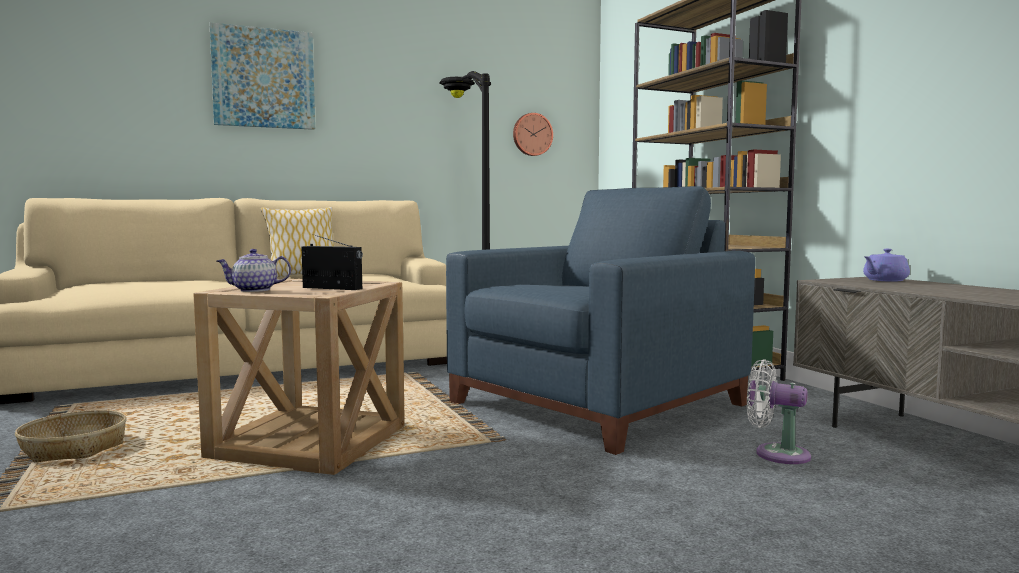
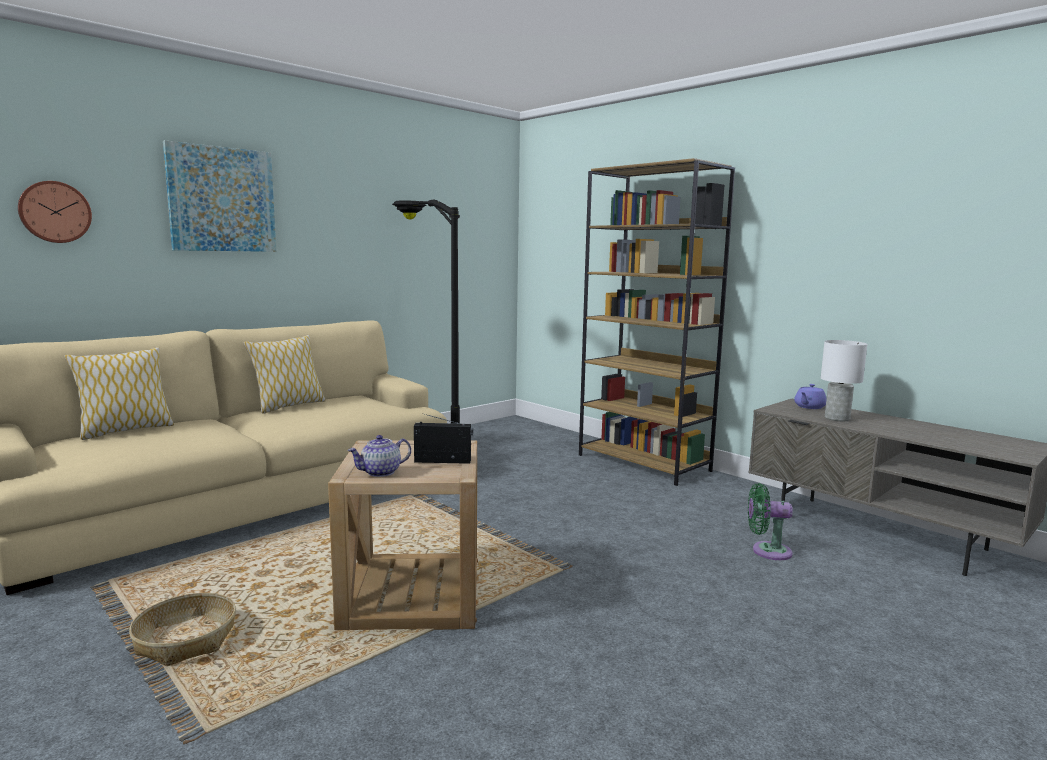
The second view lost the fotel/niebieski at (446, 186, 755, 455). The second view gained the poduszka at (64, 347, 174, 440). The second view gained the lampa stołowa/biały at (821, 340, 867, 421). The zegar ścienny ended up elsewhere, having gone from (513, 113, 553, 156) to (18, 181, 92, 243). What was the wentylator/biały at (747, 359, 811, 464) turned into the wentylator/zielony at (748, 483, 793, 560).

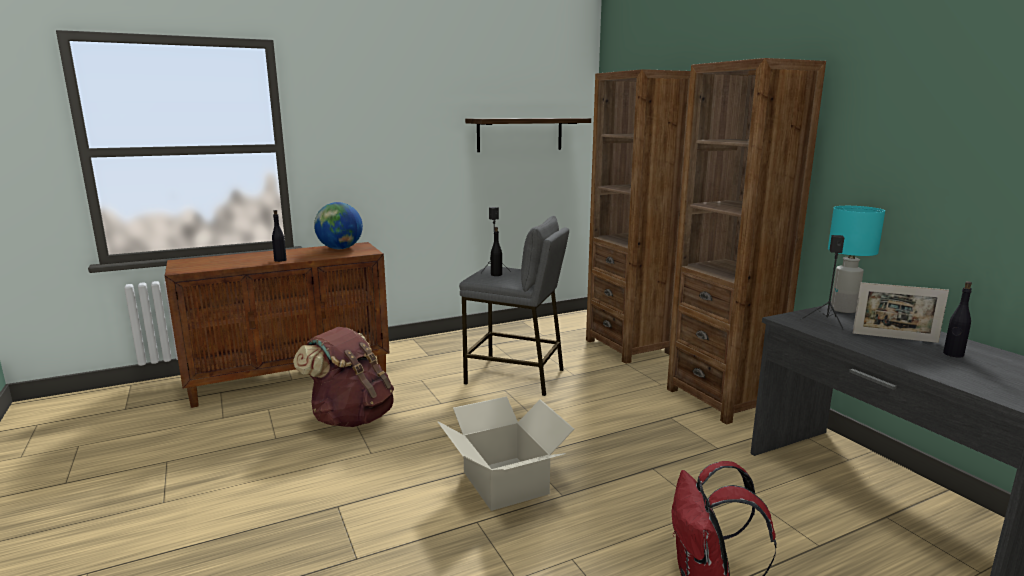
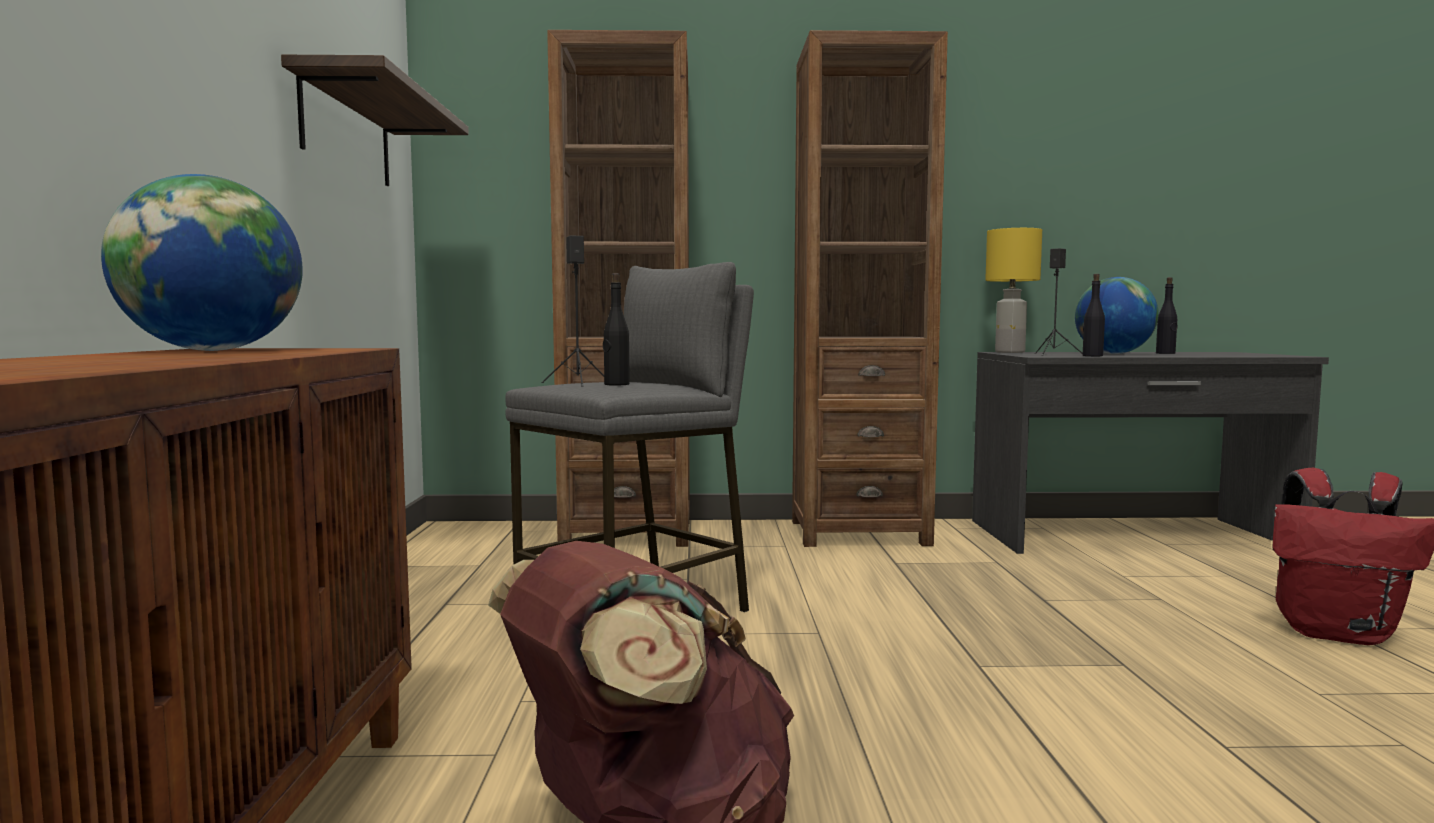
The second view lost the karton at (438, 397, 574, 511). The butelka/czarny ended up elsewhere, having gone from (272, 210, 287, 262) to (1083, 274, 1105, 356). Where the ramka na zdjęcie stood at (853, 282, 949, 343), the globus came to stand at (1075, 277, 1159, 354). What was the lampa stołowa/turkusowy at (828, 206, 885, 313) turned into the lampa stołowa/żółty at (985, 228, 1042, 353).

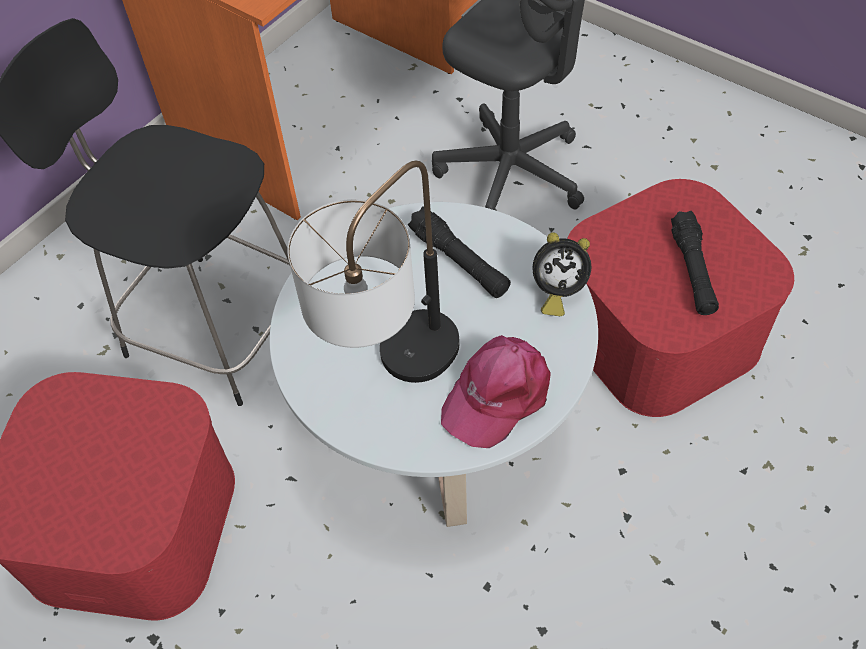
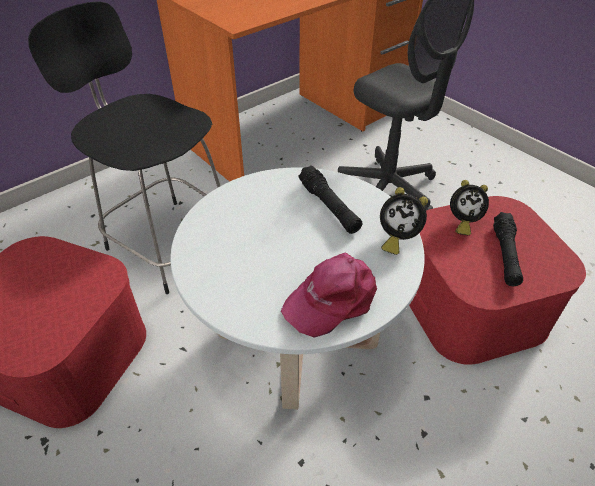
The second view lost the lampa stołowa at (287, 161, 460, 383). The second view gained the budzik at (450, 180, 489, 235).

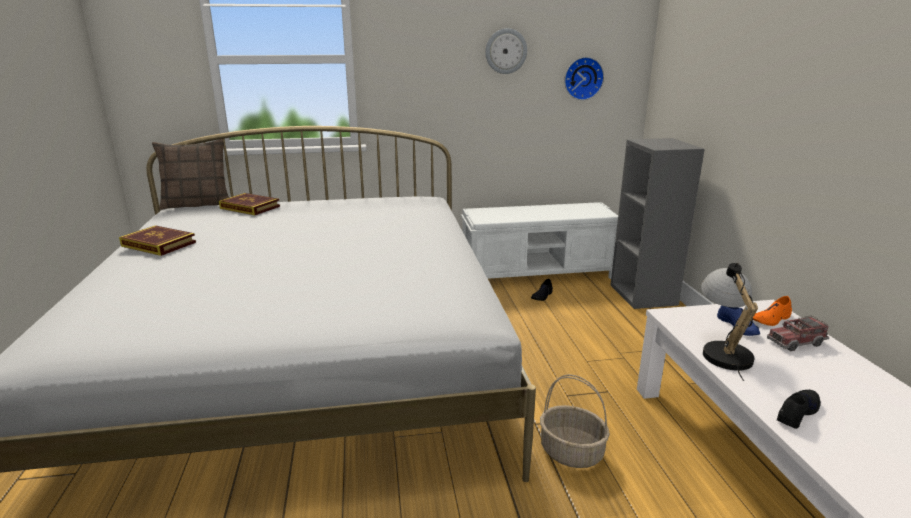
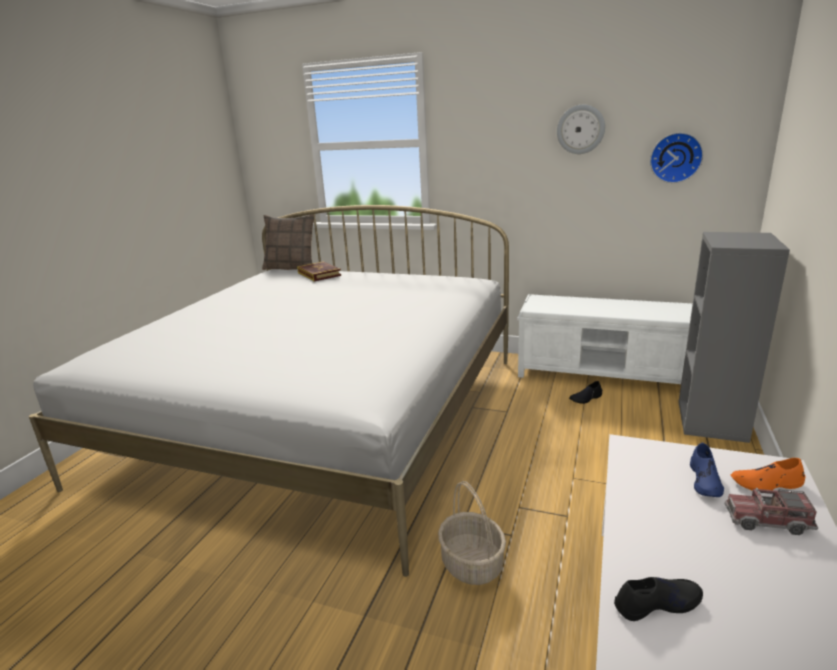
The second view lost the książka at (119, 225, 196, 256). The second view lost the lampa stołowa at (701, 263, 758, 381).

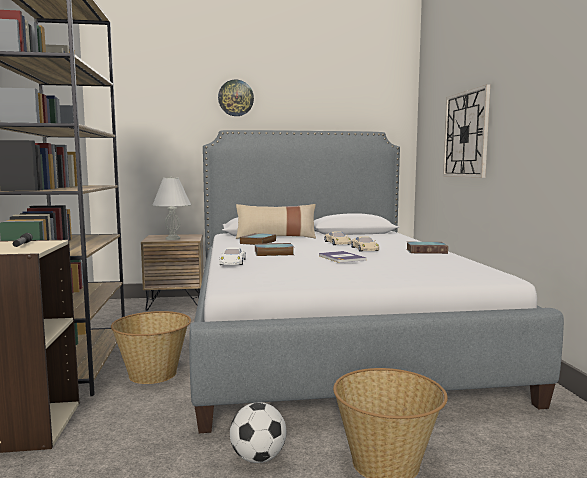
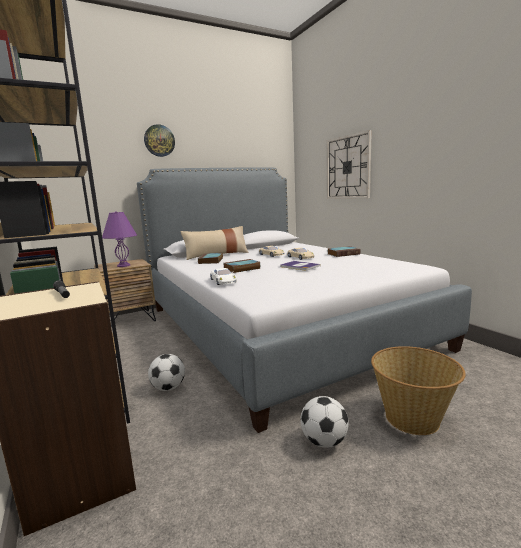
Where the koszyk stood at (111, 311, 191, 384), the piłka futbolowa came to stand at (148, 354, 185, 391). What was the lampa stołowa/biały at (152, 177, 191, 240) turned into the lampa stołowa/fioletowy at (102, 211, 137, 267).

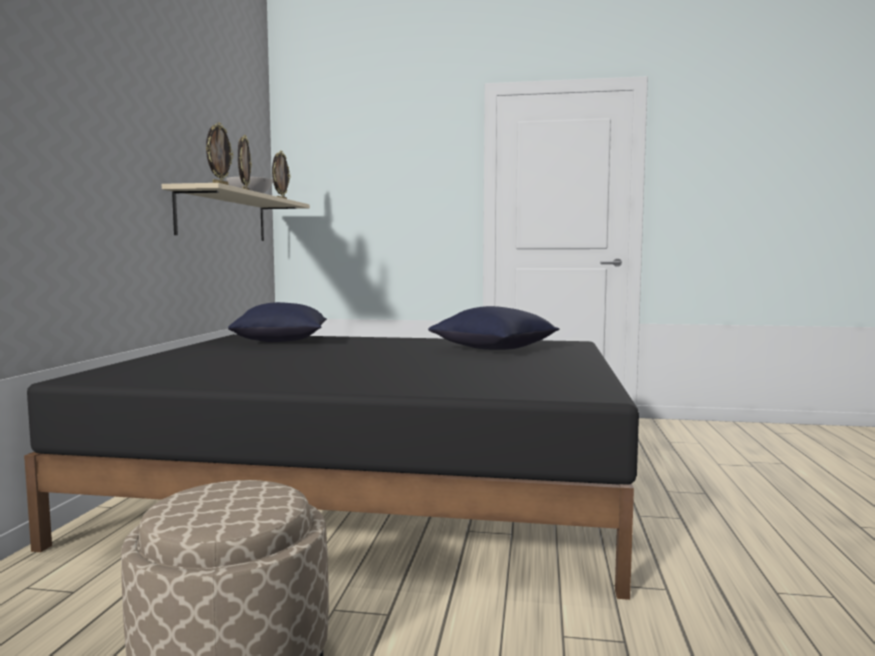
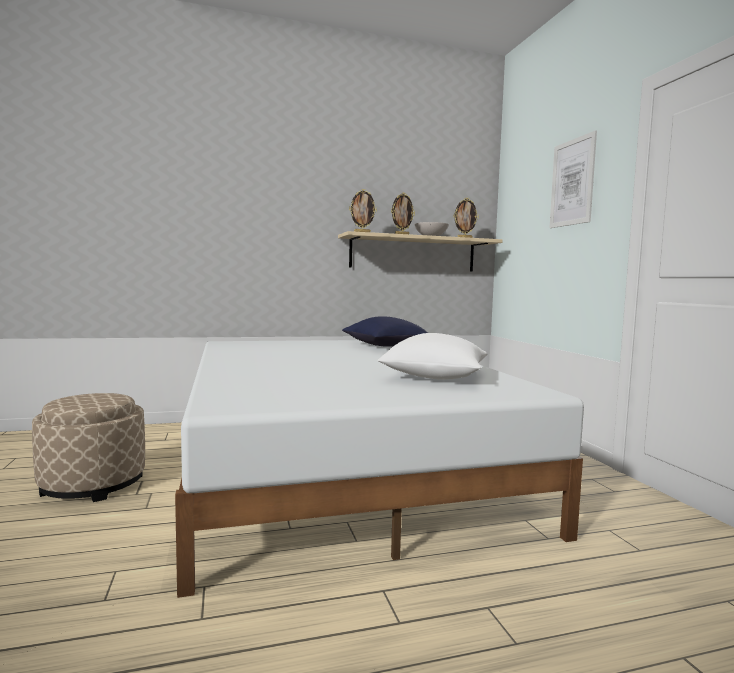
The second view gained the obraz at (550, 130, 597, 228). What was the łóżko/czarny at (24, 334, 639, 600) turned into the łóżko/biały at (175, 340, 584, 598). What was the poduszka/niebieski at (428, 306, 560, 350) turned into the poduszka/biały at (378, 333, 488, 380).

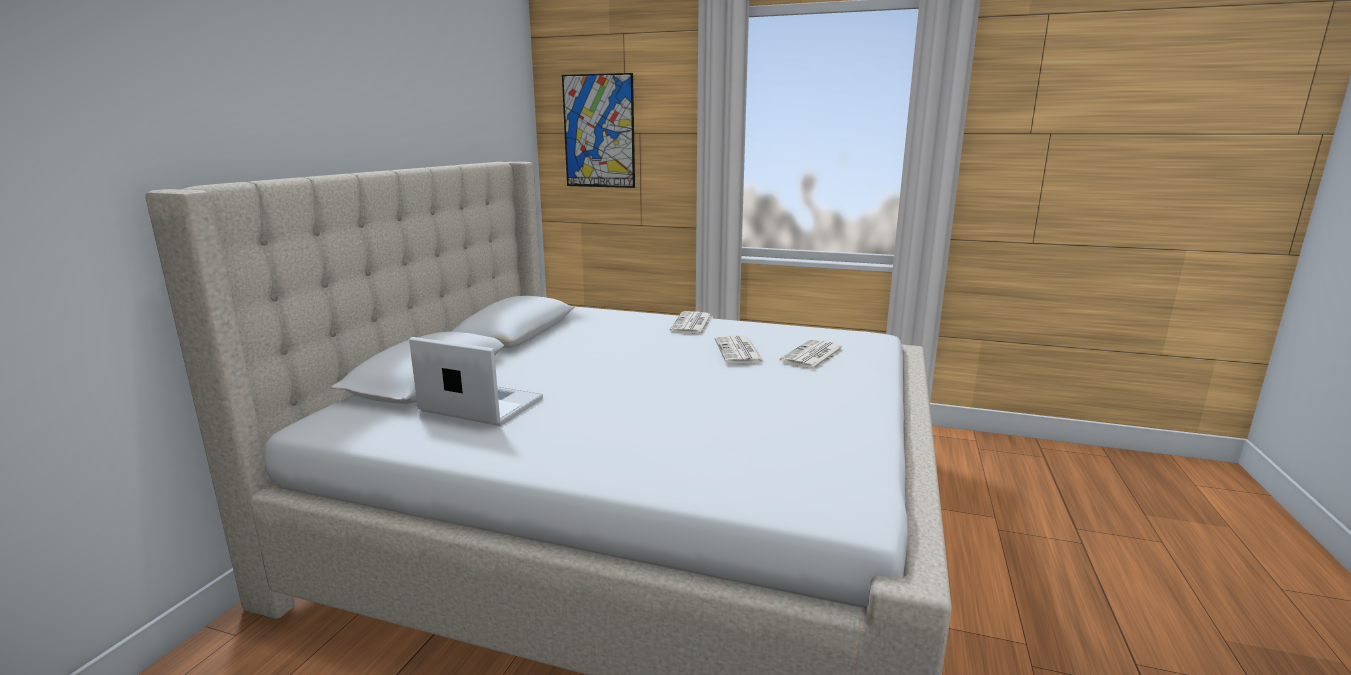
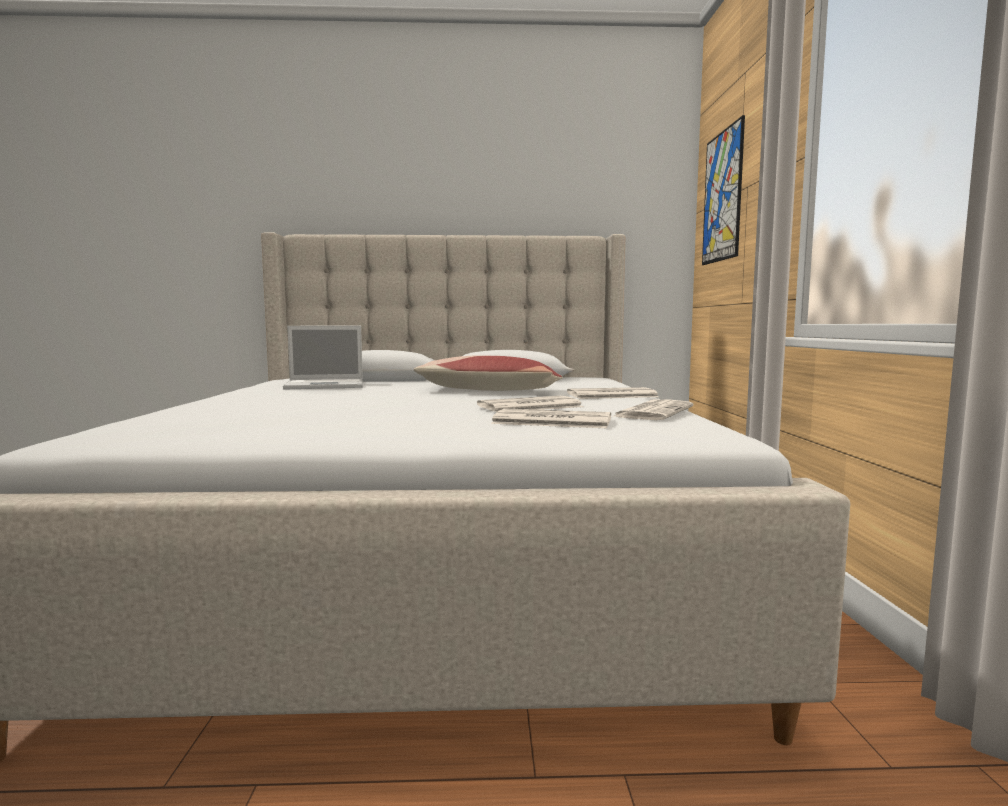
The second view gained the poduszka at (414, 355, 563, 391). The second view gained the gazeta at (612, 399, 693, 420). The laptop at (409, 337, 543, 426) ended up facing another way, 75 degrees clockwise from before.

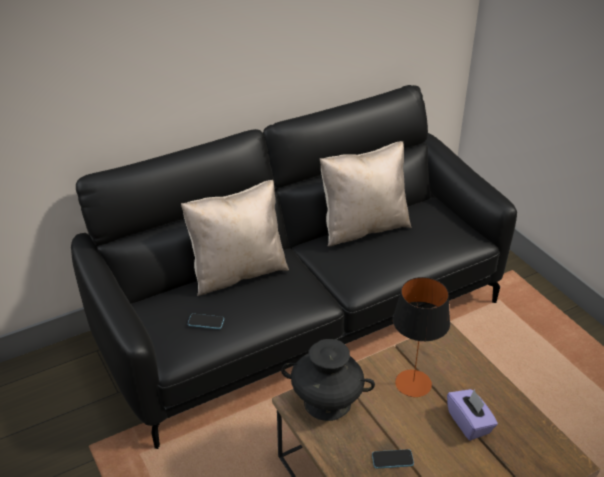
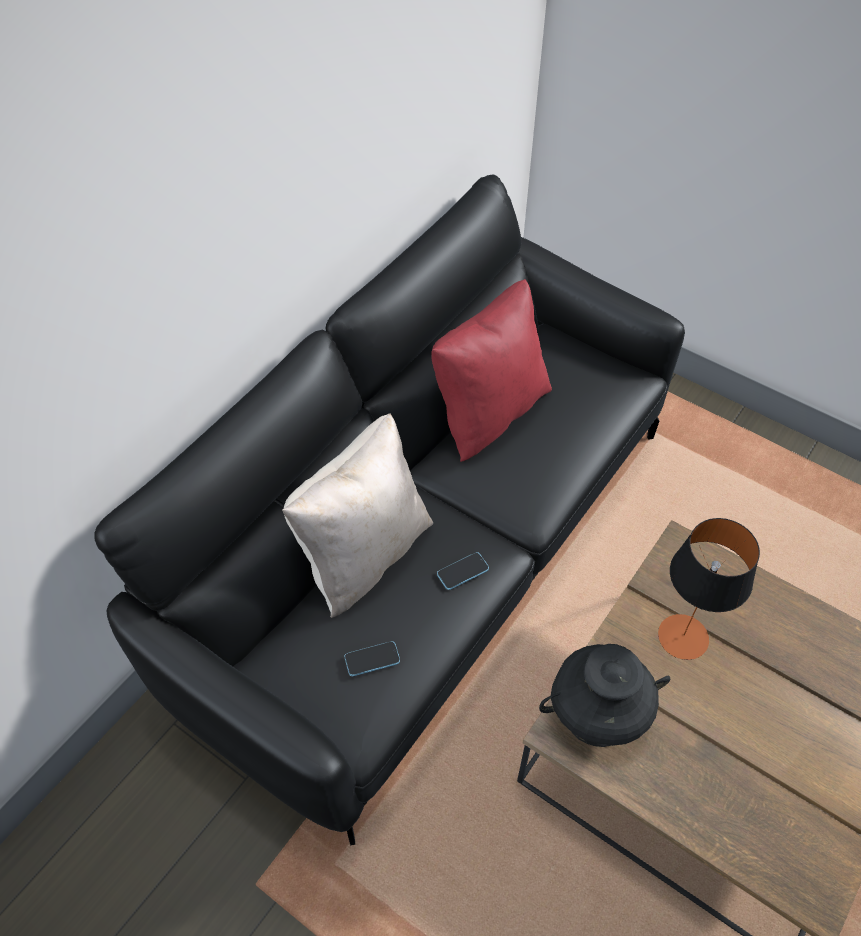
The second view lost the pudełko chusteczek/fioletowy at (447, 389, 498, 441). The telefon ended up elsewhere, having gone from (372, 449, 414, 469) to (437, 552, 489, 590). What was the poduszka/beżowy at (320, 141, 411, 247) turned into the poduszka/czerwony at (431, 279, 552, 462).

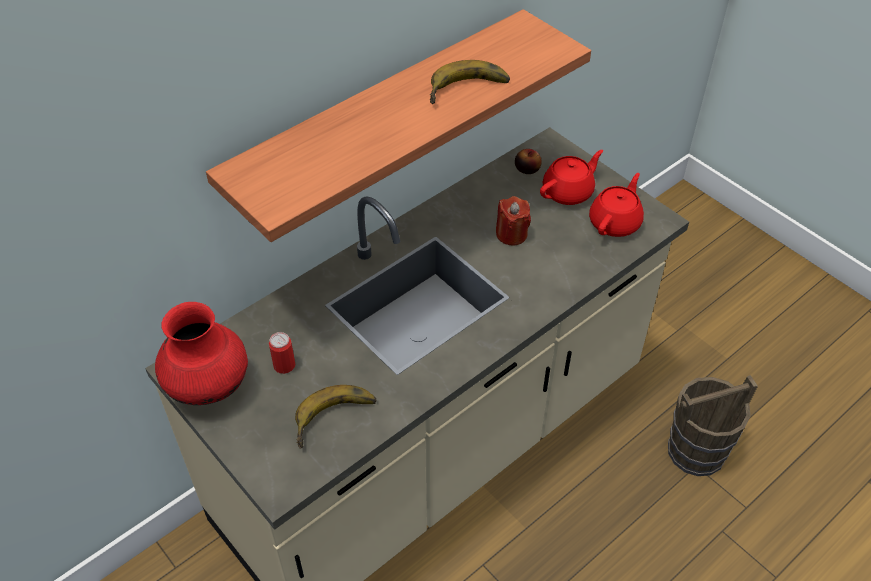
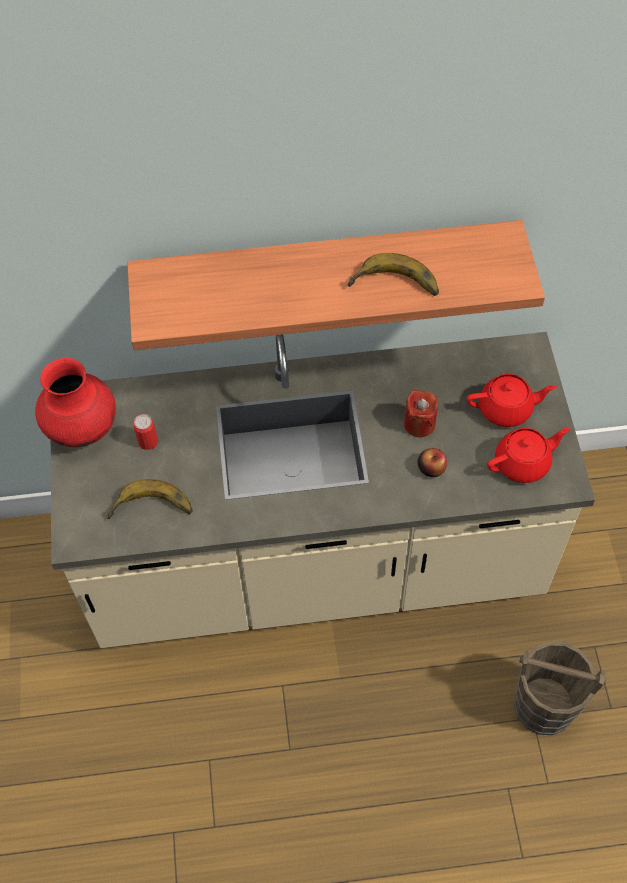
The jabłko ended up elsewhere, having gone from (515, 149, 541, 174) to (417, 448, 447, 477).

